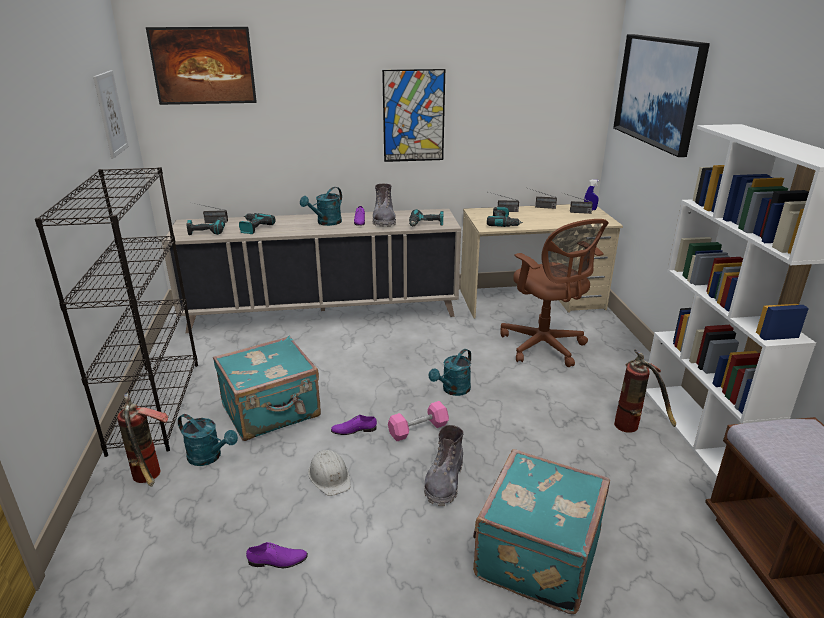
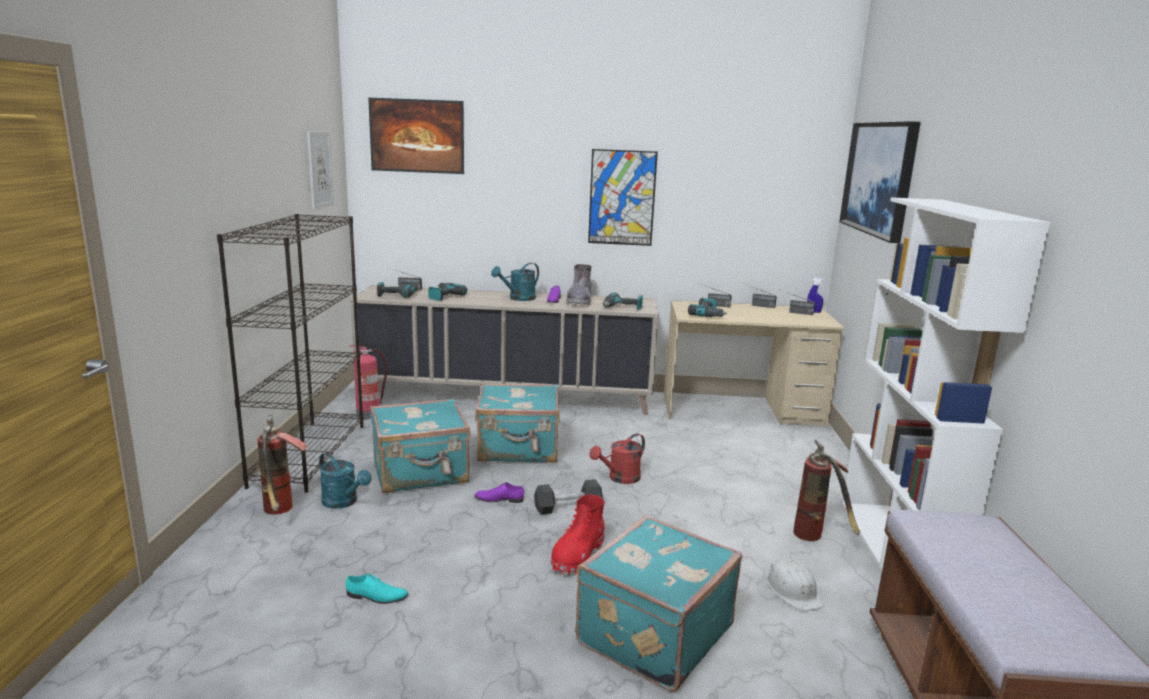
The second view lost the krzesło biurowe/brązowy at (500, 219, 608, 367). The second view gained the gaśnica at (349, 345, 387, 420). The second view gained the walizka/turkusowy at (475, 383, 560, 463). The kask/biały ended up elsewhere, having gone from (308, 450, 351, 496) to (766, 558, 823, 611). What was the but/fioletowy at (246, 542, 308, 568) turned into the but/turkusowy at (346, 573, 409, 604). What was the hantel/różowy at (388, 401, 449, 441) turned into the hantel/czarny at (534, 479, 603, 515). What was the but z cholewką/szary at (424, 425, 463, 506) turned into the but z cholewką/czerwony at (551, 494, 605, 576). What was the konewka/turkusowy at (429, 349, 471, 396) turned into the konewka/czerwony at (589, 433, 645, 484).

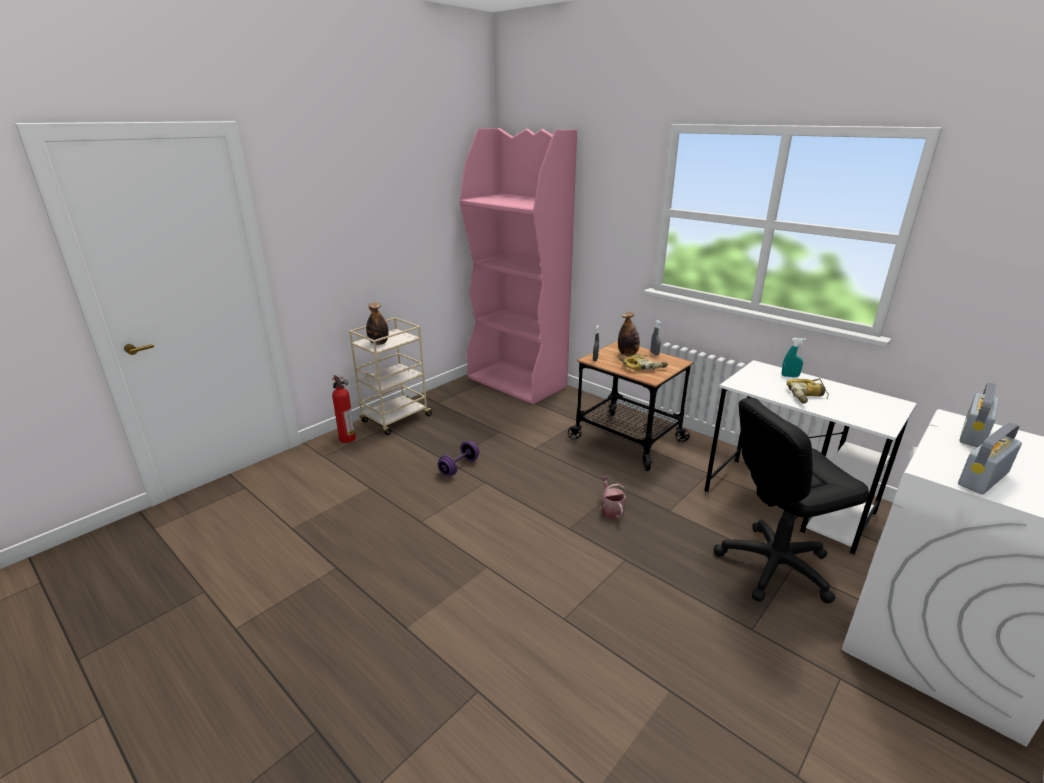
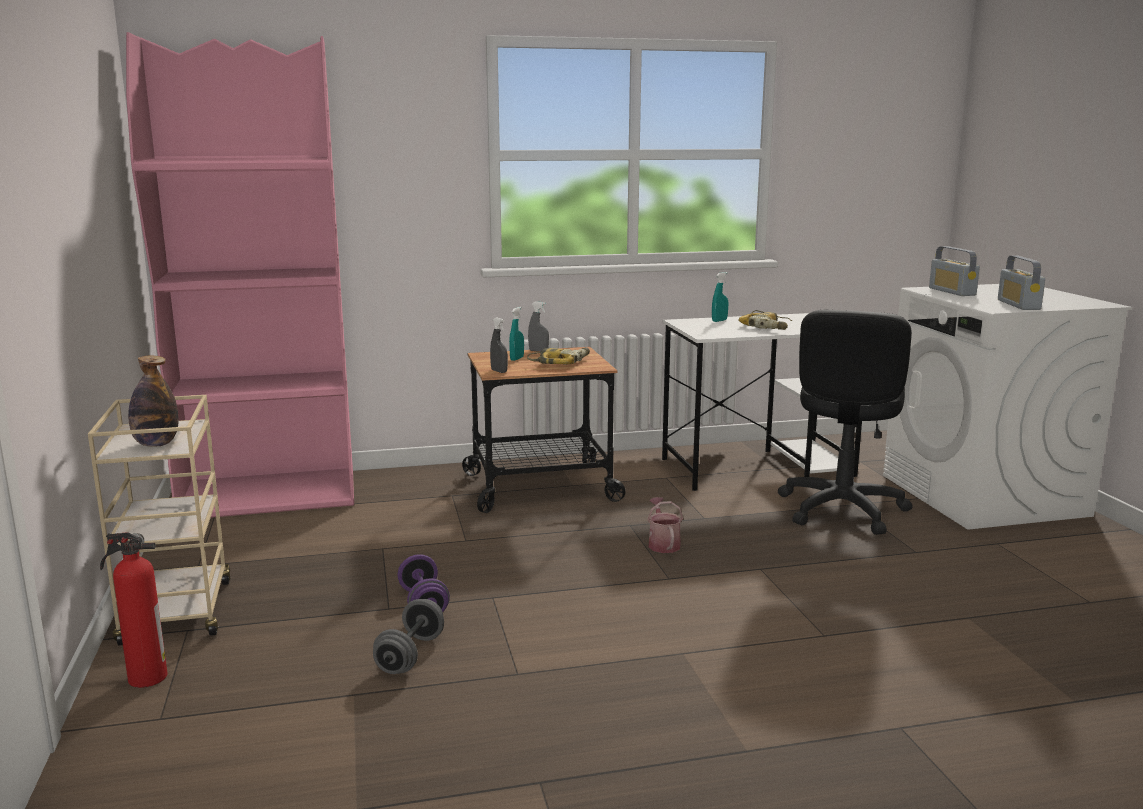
The second view gained the hantel/szary at (373, 599, 444, 674). Where the butelka stood at (618, 312, 640, 356), the spryskiwacz/turkusowy came to stand at (509, 307, 524, 361). The konewka at (600, 476, 626, 519) ended up facing another way, 60 degrees clockwise from before.

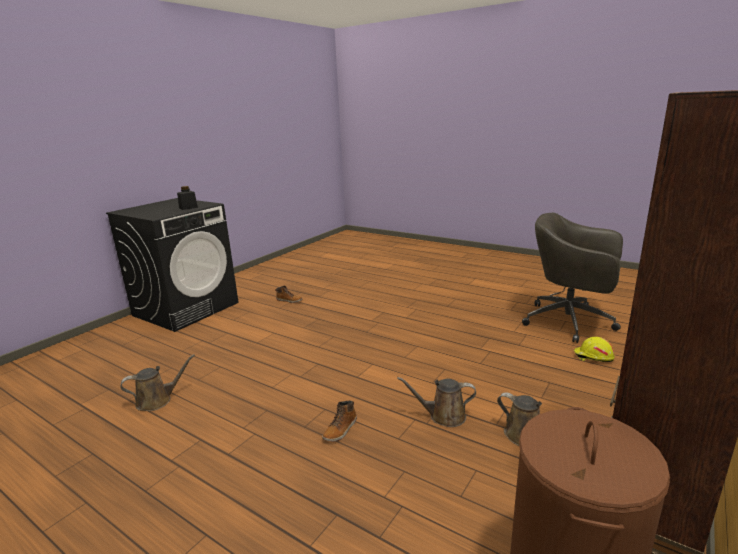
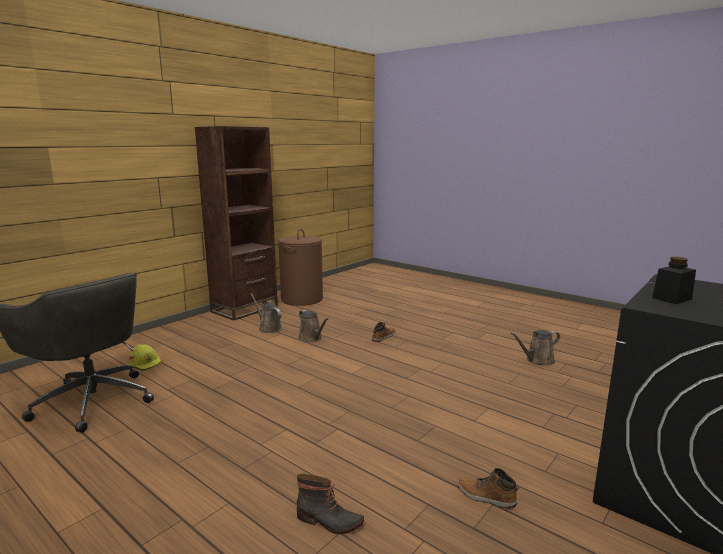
The second view gained the but z cholewką at (297, 474, 364, 534). The konewka/brązowy at (397, 377, 476, 427) ended up facing another way, 45 degrees clockwise from before.

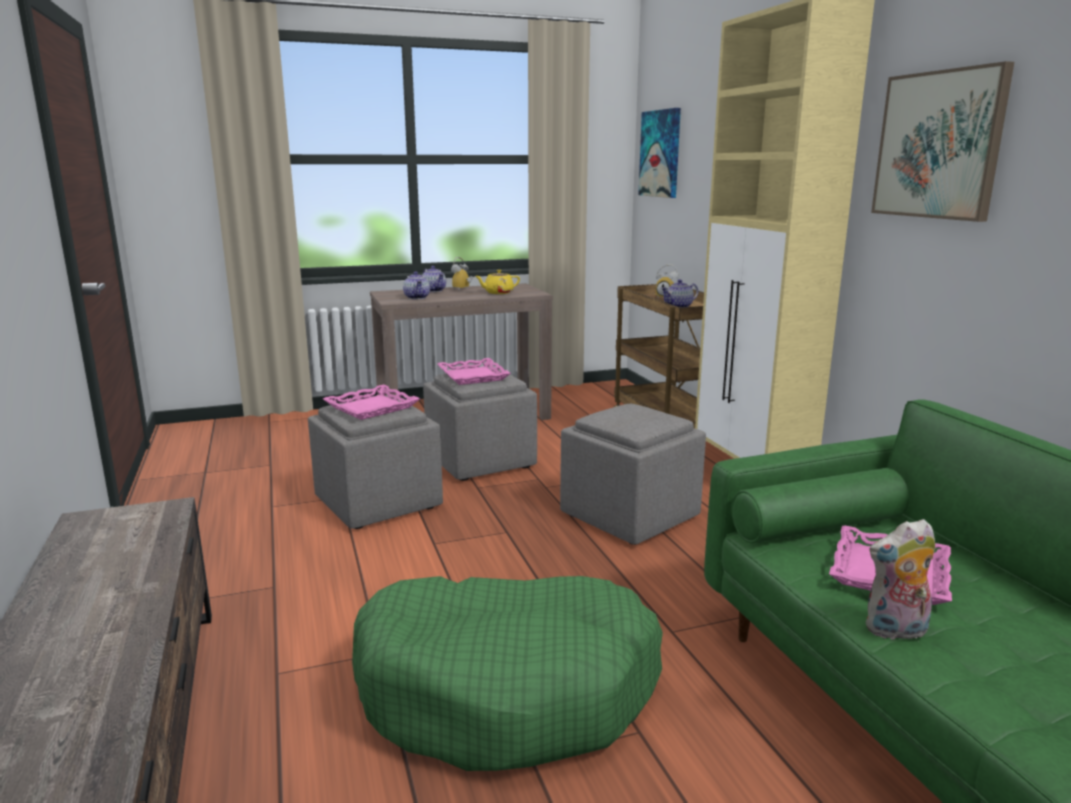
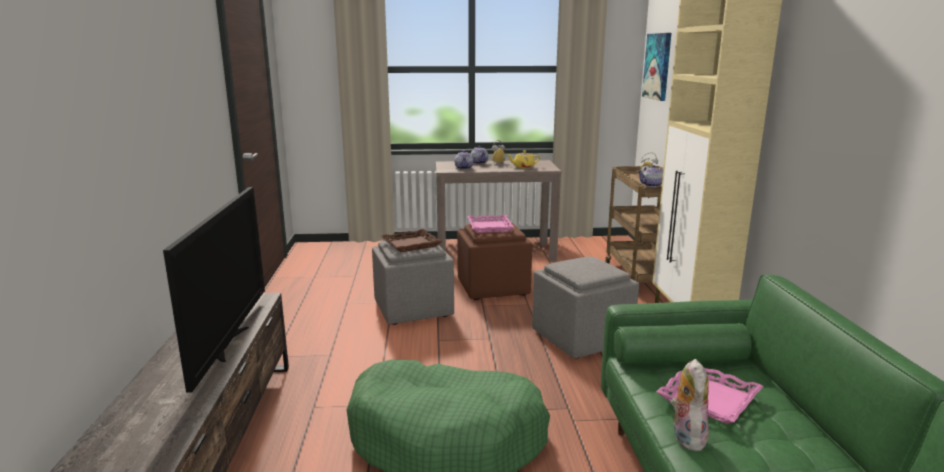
The second view lost the obraz at (871, 61, 1014, 222). The second view gained the telewizor at (163, 187, 265, 393). What was the taca/różowy at (323, 384, 420, 420) turned into the taca/brązowy at (381, 229, 442, 252). What was the pufa/szary at (423, 369, 537, 481) turned into the pufa/brązowy at (457, 222, 532, 300). The pluszak at (866, 519, 936, 640) ended up facing another way, 90 degrees clockwise from before.

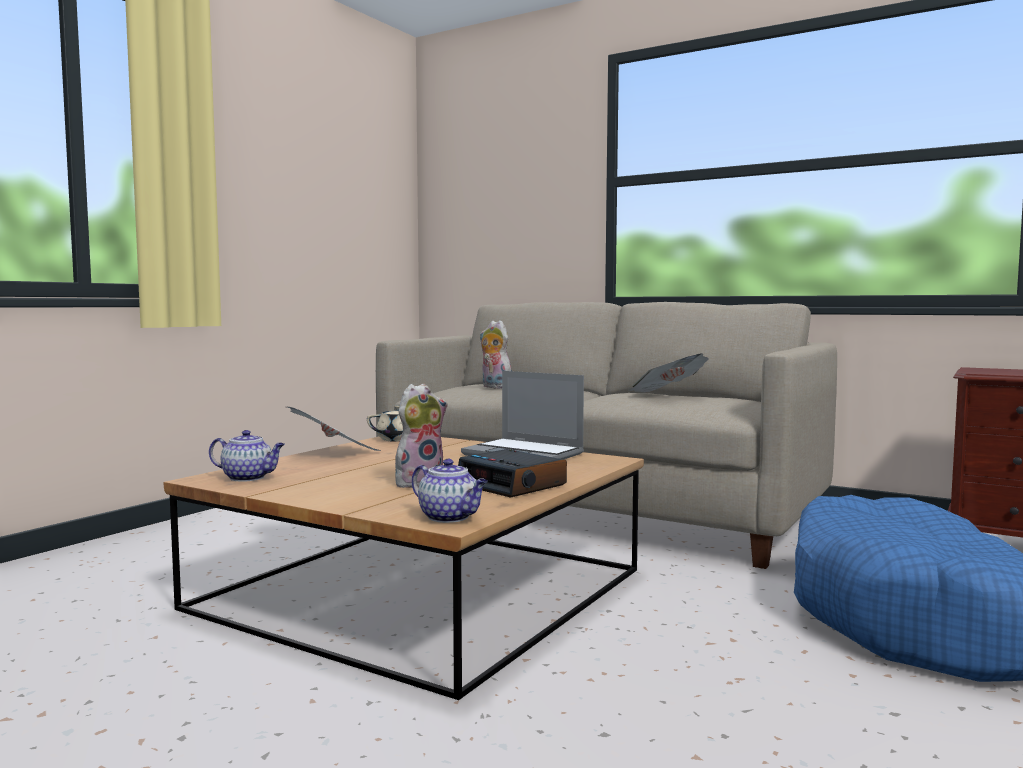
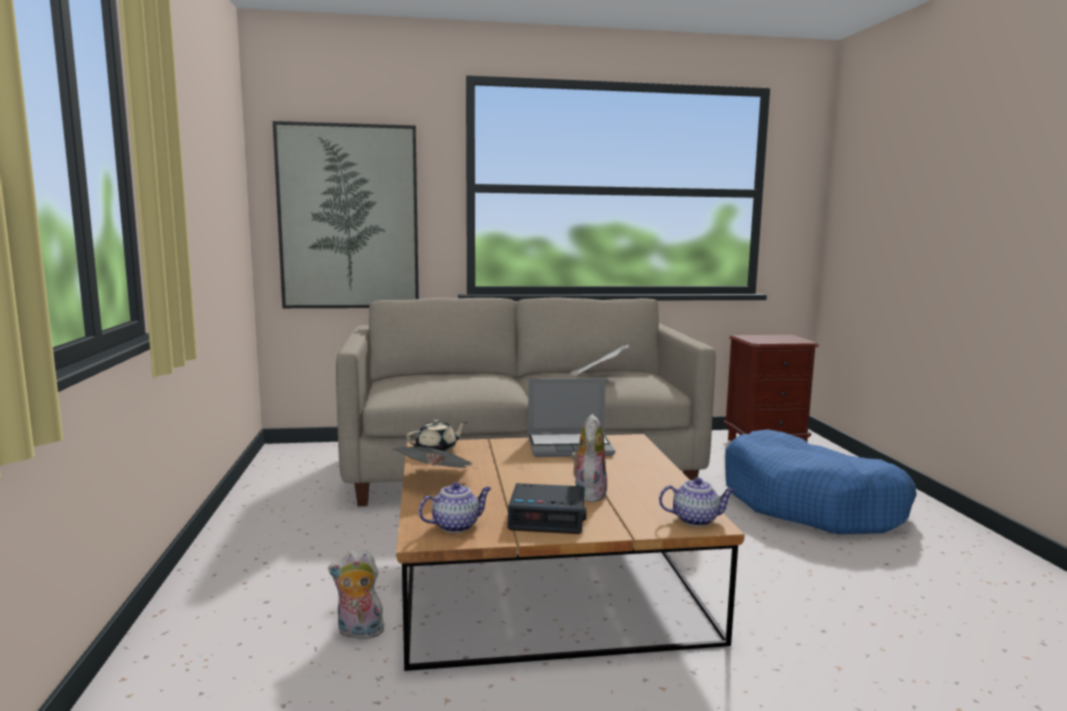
The second view gained the obraz at (273, 121, 419, 308). The budzik ended up elsewhere, having gone from (458, 449, 567, 498) to (507, 483, 587, 534). The pluszak ended up elsewhere, having gone from (480, 320, 512, 389) to (328, 550, 387, 639).

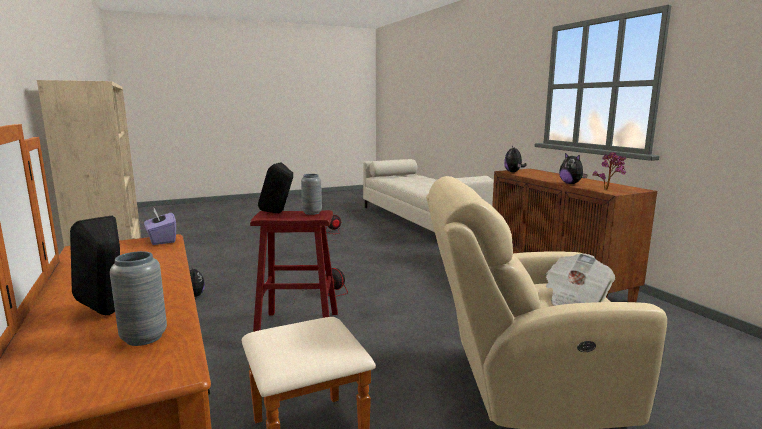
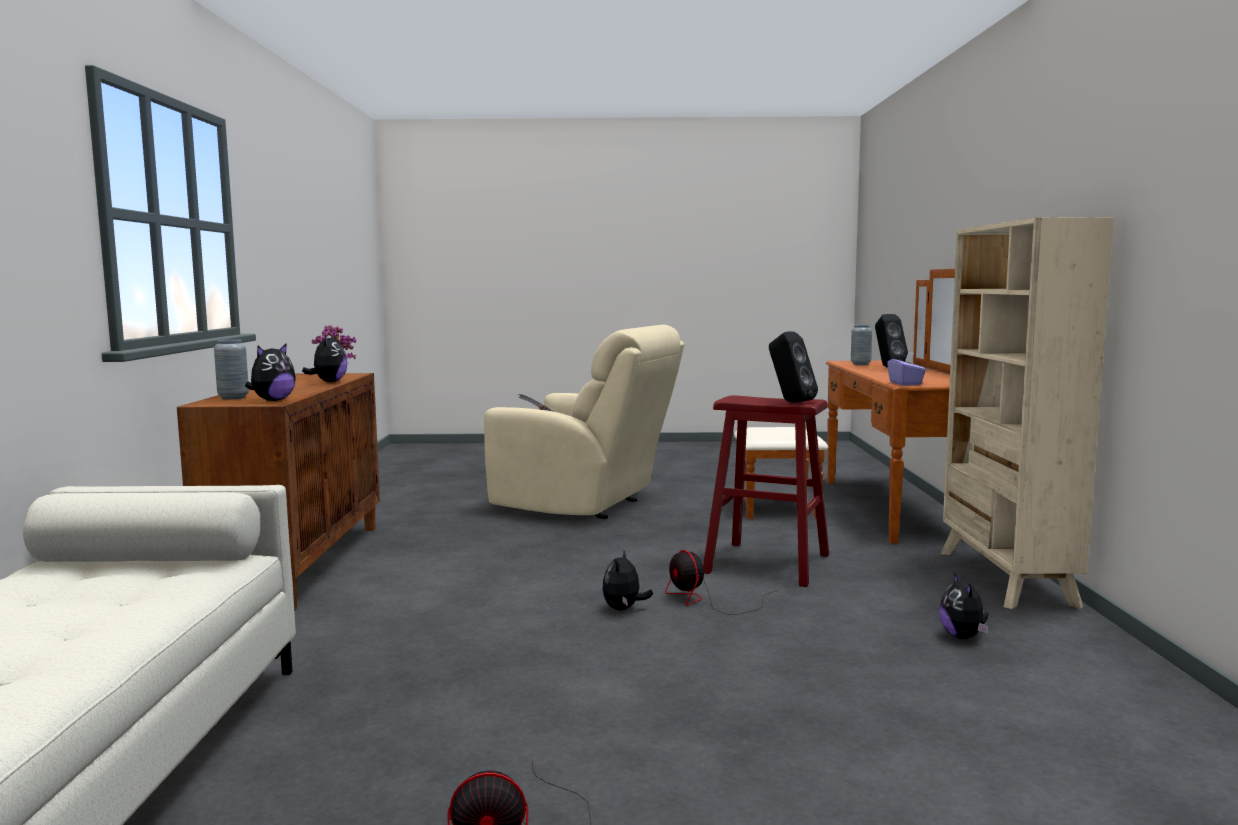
The second view gained the pluszak at (602, 549, 653, 610). The wazon/szary ended up elsewhere, having gone from (301, 174, 322, 215) to (214, 339, 249, 399).

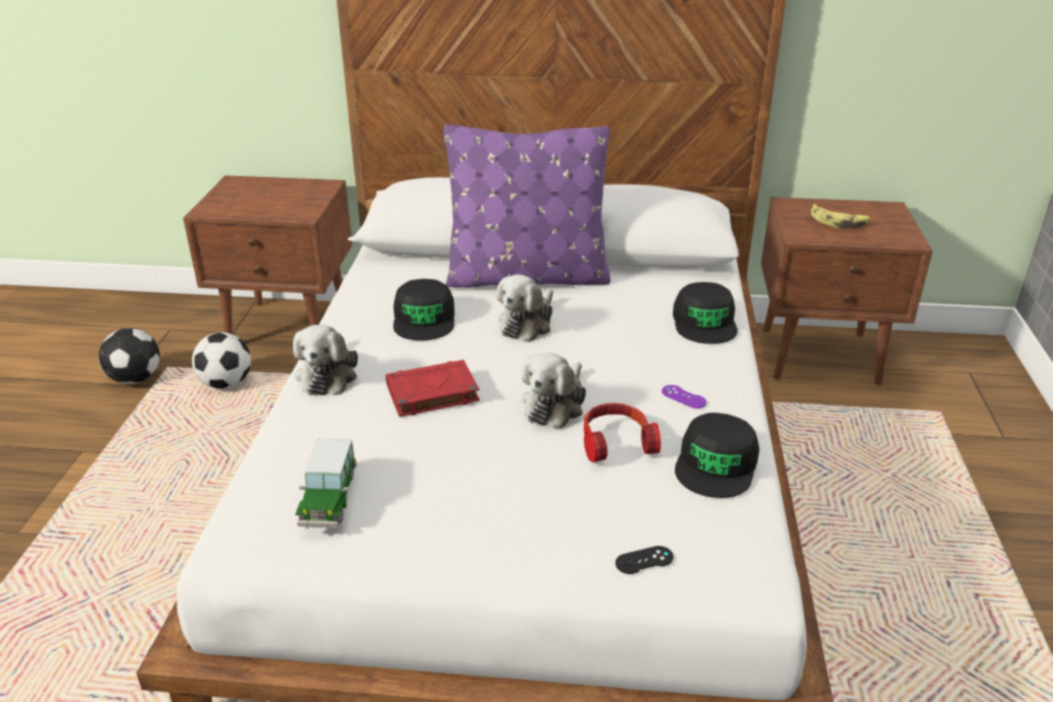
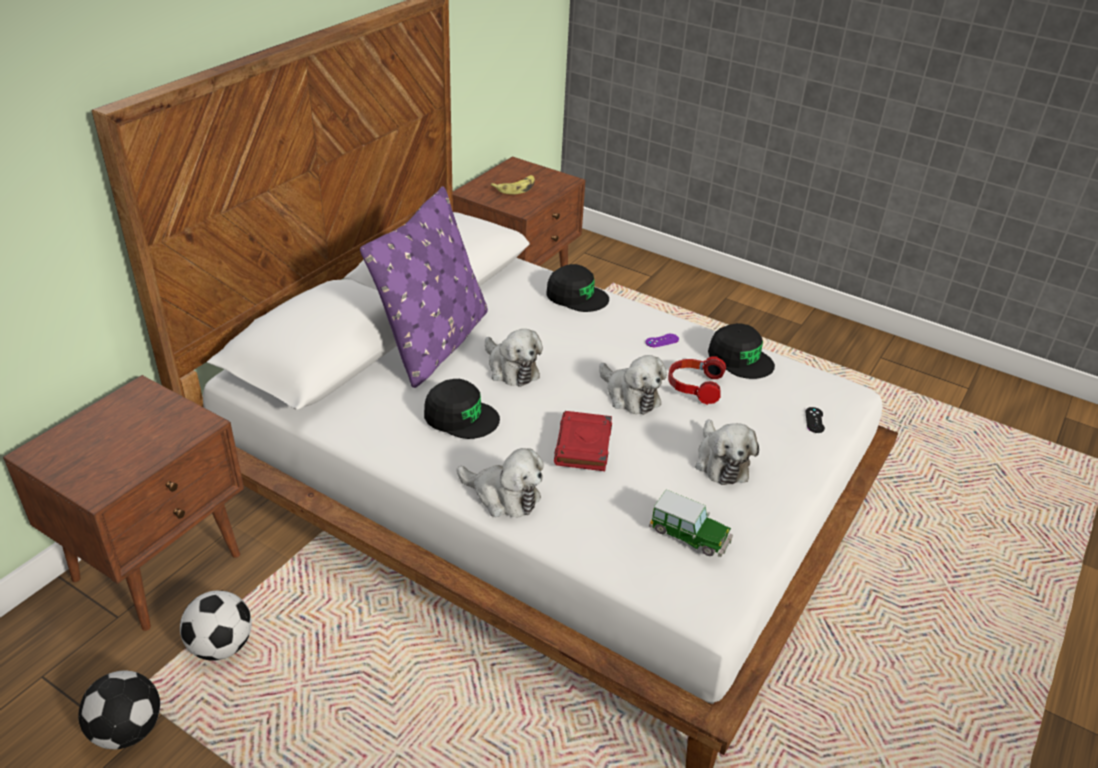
The second view gained the pluszak at (695, 419, 759, 485).

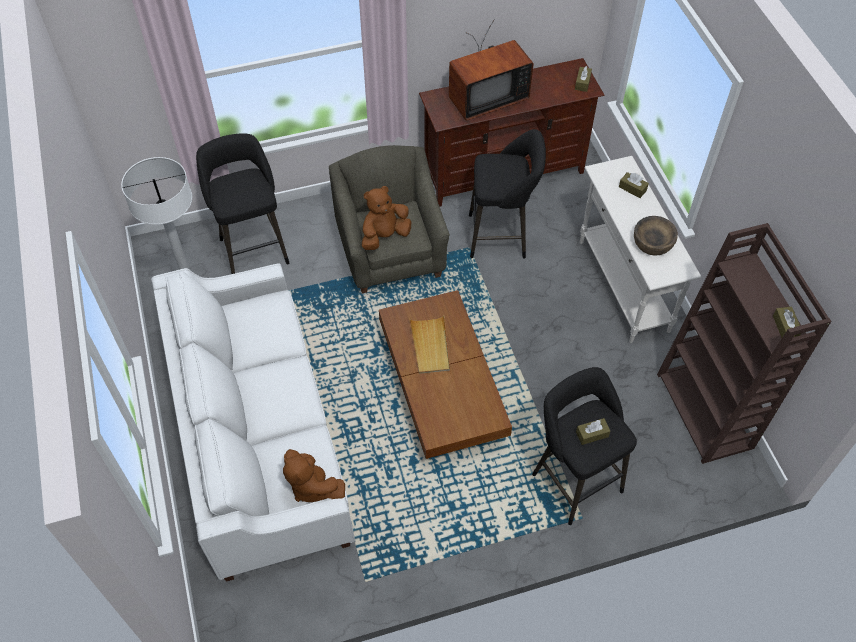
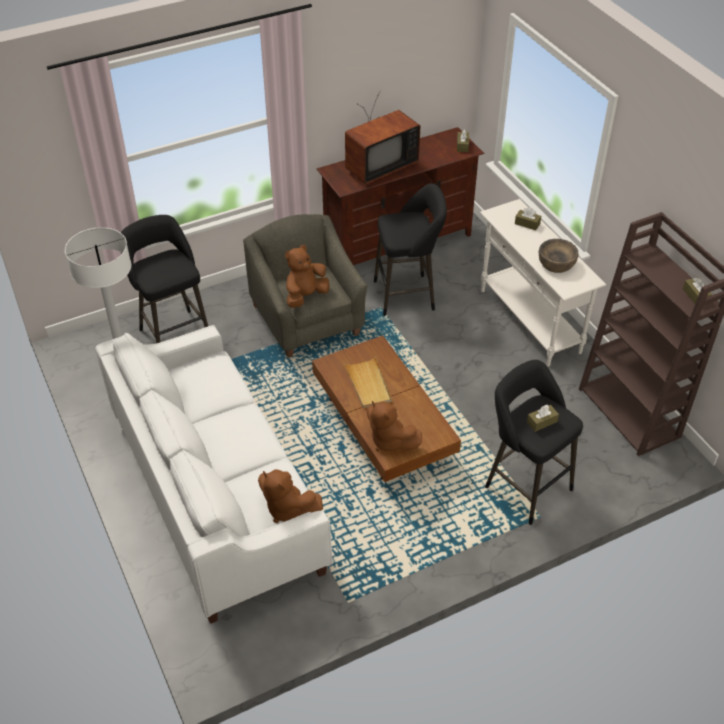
The second view gained the pluszak/brązowy at (367, 401, 422, 451).

